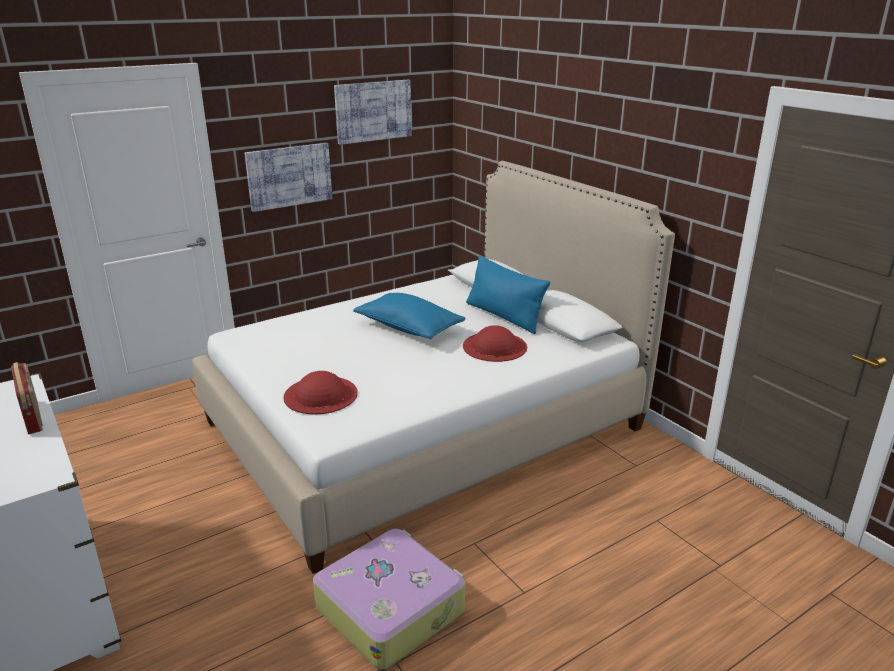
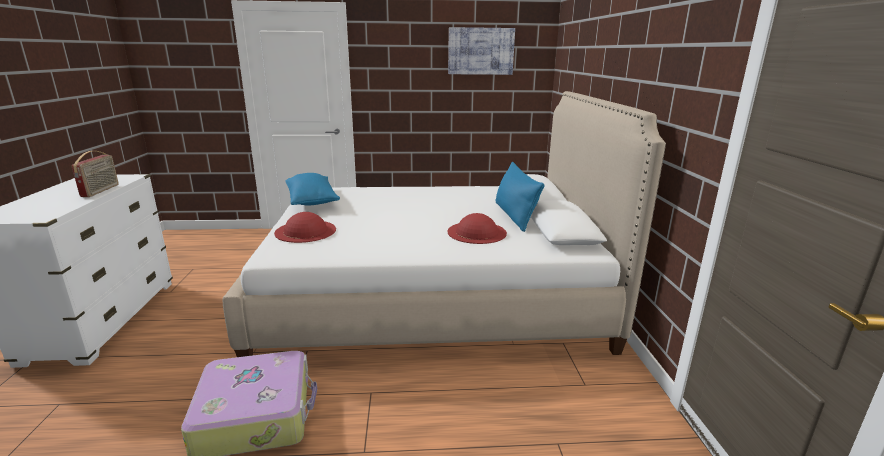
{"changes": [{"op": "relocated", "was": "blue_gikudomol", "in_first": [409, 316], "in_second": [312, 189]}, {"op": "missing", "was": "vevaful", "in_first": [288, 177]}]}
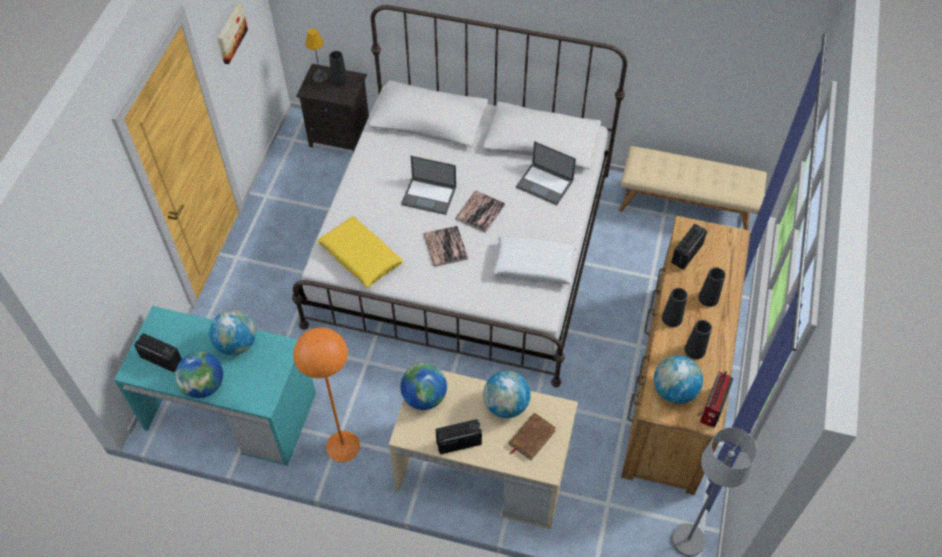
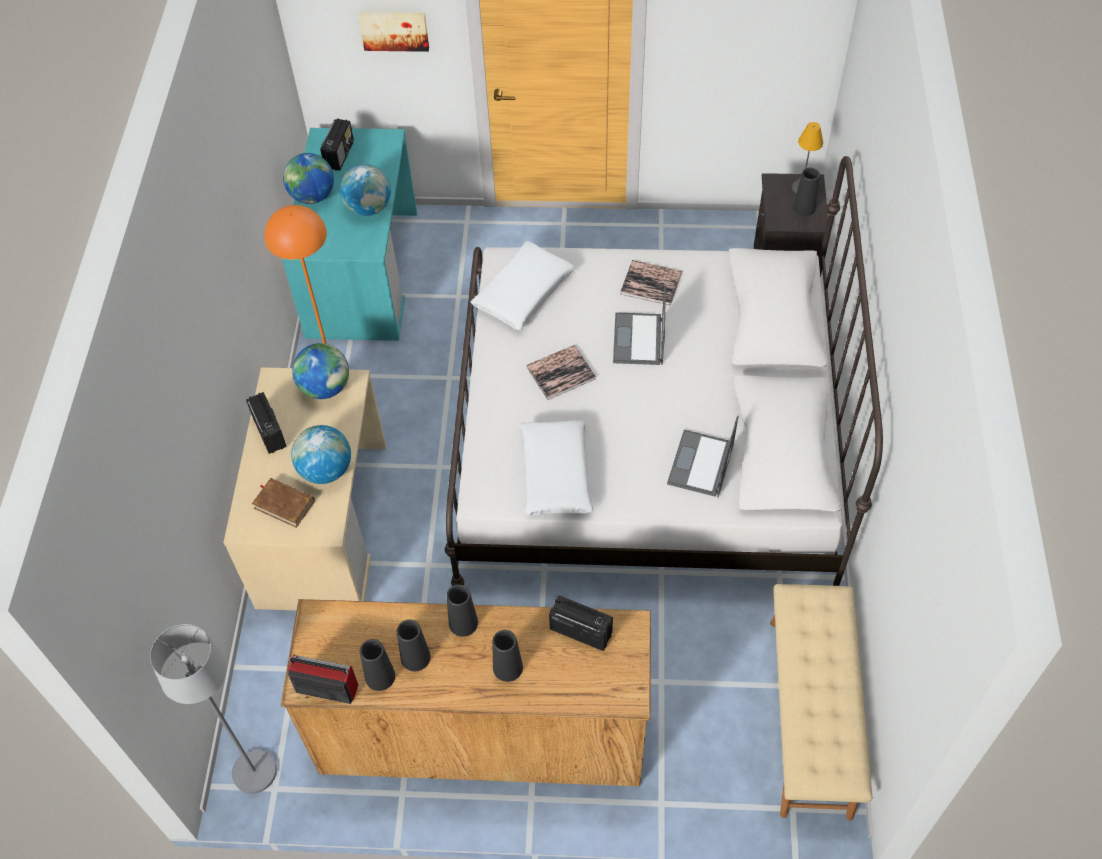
{"changes": [{"op": "relocated", "was": "vevaful", "in_first": [232, 33], "in_second": [393, 32]}, {"op": "appeared", "now": "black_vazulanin", "in_second": [377, 665]}, {"op": "colour", "was": "yellow_gikudomol", "now": "white_gikudomol", "in_first": [360, 251], "in_second": [522, 285]}, {"op": "relocated", "was": "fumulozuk", "in_first": [480, 211], "in_second": [651, 283]}, {"op": "missing", "was": "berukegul", "in_first": [678, 379]}]}
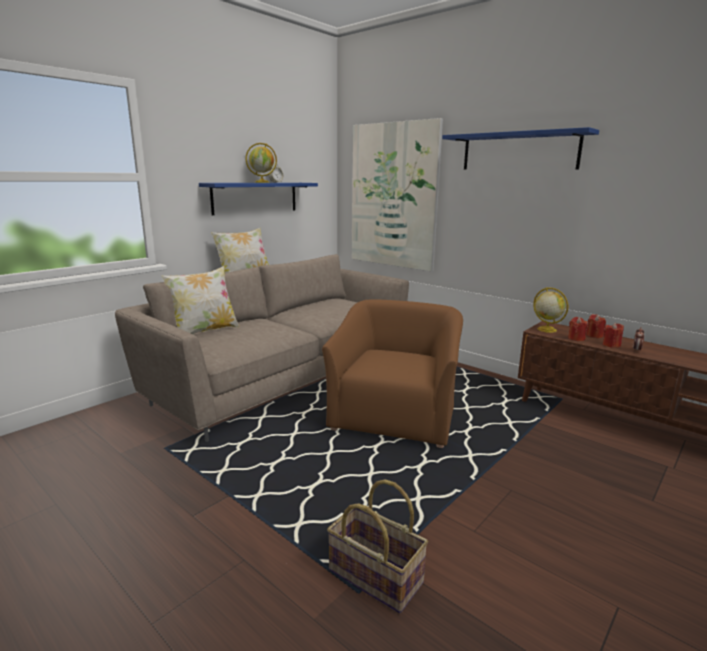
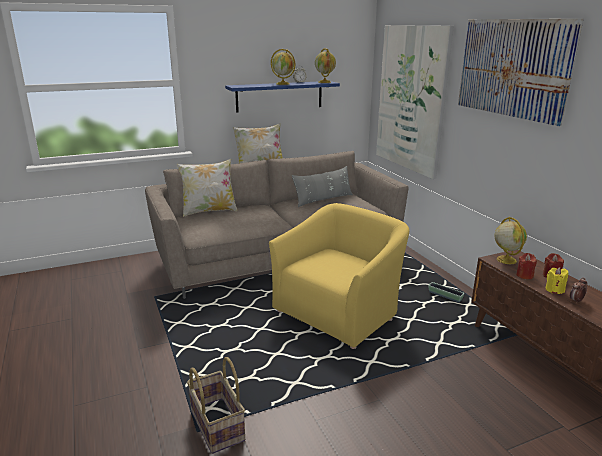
{"changes": [{"op": "colour", "was": "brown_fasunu", "now": "yellow_fasunu", "in_first": [392, 373], "in_second": [339, 276]}, {"op": "appeared", "now": "grey_gikudomol", "in_second": [322, 186]}, {"op": "appeared", "now": "berukegul", "in_second": [325, 65]}, {"op": "appeared", "now": "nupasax", "in_second": [446, 292]}, {"op": "exchanged", "was": "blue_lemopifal", "now": "vevaful", "in_first": [520, 148], "in_second": [521, 72]}, {"op": "colour", "was": "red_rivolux", "now": "yellow_rivolux", "in_first": [613, 335], "in_second": [556, 280]}]}
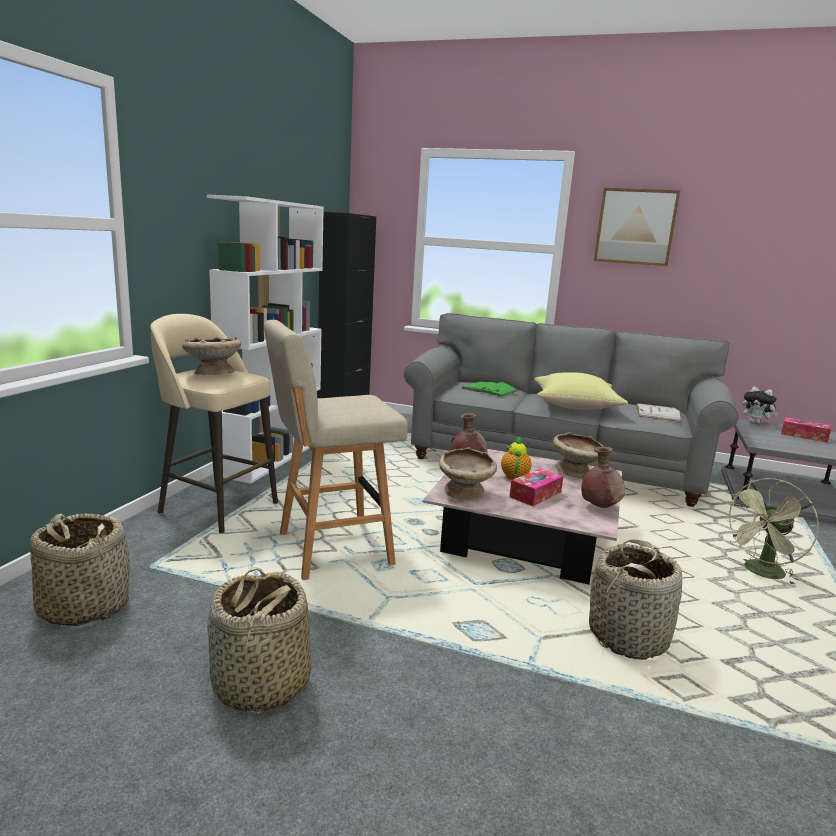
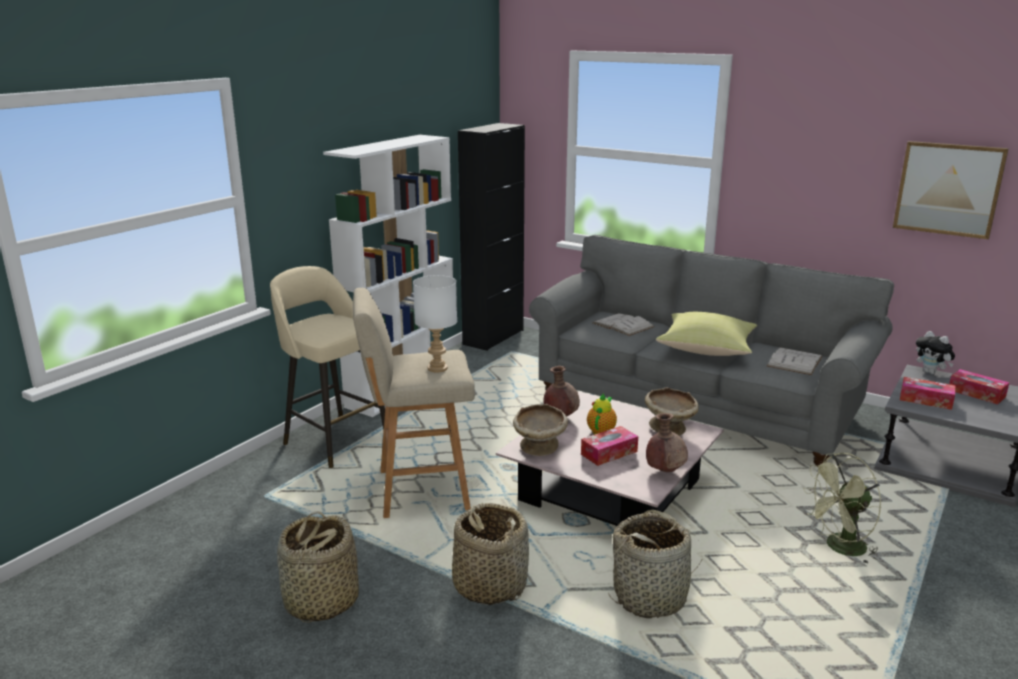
{"changes": [{"op": "appeared", "now": "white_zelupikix", "in_second": [435, 323]}, {"op": "relocated", "was": "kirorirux", "in_first": [80, 570], "in_second": [490, 554]}, {"op": "colour", "was": "green_fumulozuk", "now": "white_fumulozuk", "in_first": [489, 389], "in_second": [624, 324]}, {"op": "relocated", "was": "vevaful", "in_first": [637, 227], "in_second": [951, 190]}, {"op": "appeared", "now": "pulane", "in_second": [927, 393]}, {"op": "missing", "was": "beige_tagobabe", "in_first": [211, 356]}]}
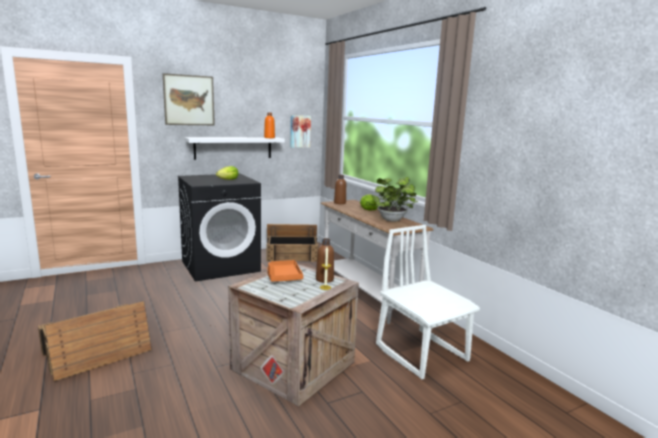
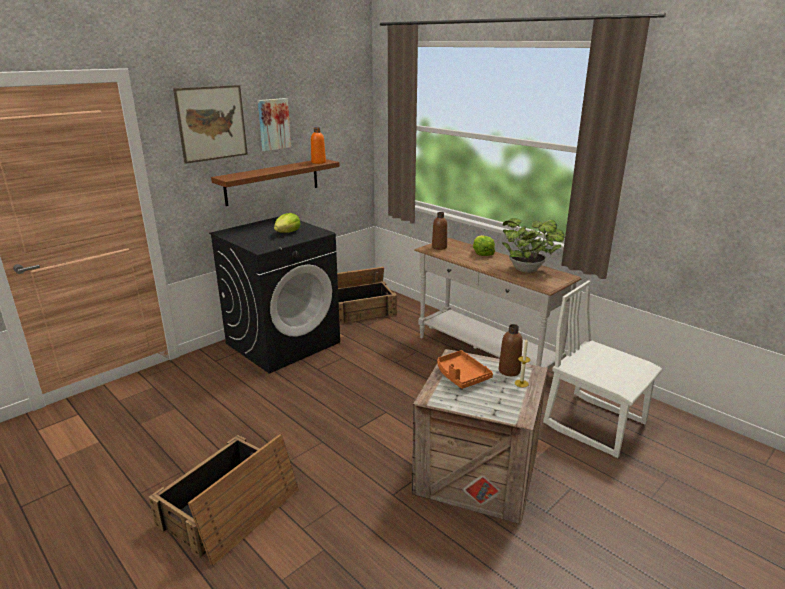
{"changes": [{"op": "colour", "was": "white_lemopifal", "now": "brown_lemopifal", "in_first": [235, 148], "in_second": [275, 182]}, {"op": "relocated", "was": "vevaful", "in_first": [300, 131], "in_second": [274, 124]}]}
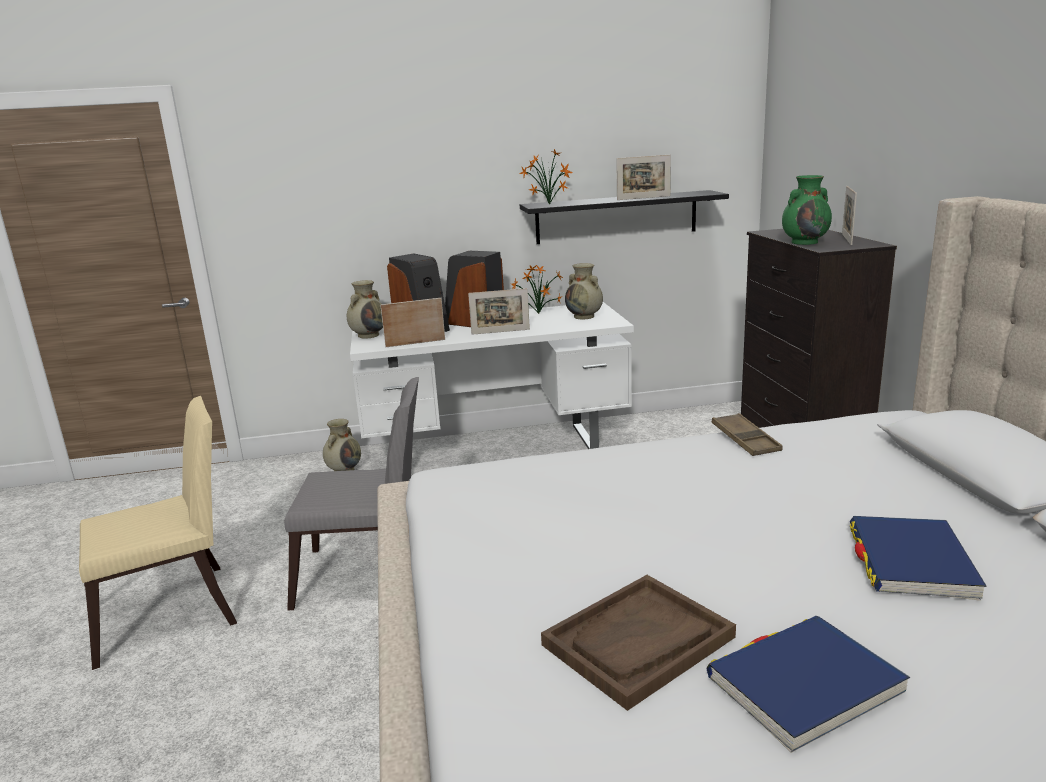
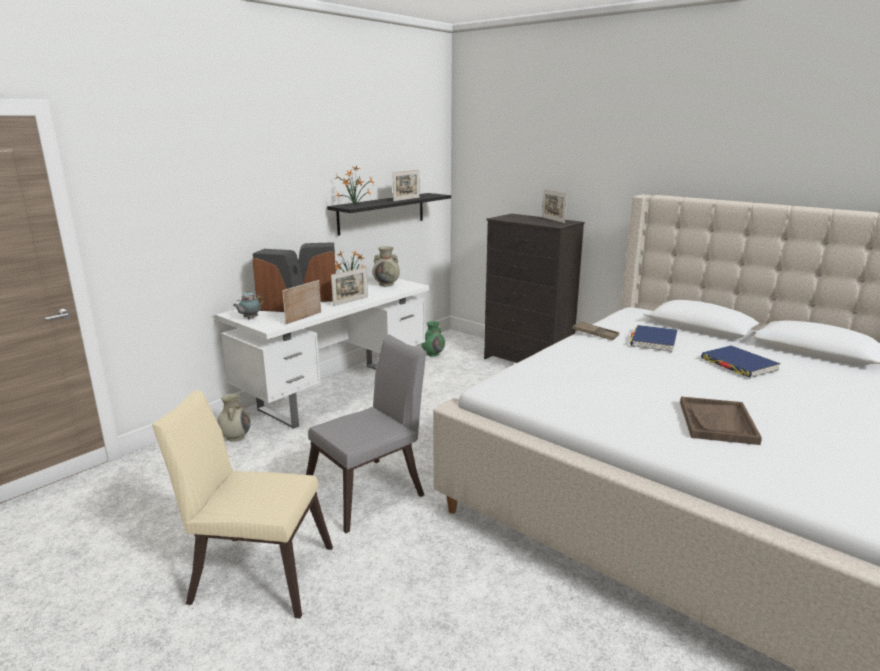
{"changes": [{"op": "spun", "was": "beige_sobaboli", "in_first": [158, 533], "in_second": [242, 504], "clockwise": -105}, {"op": "exchanged", "was": "beige_vazulanin", "now": "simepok", "in_first": [365, 309], "in_second": [248, 304]}, {"op": "relocated", "was": "green_vazulanin", "in_first": [807, 210], "in_second": [433, 339]}, {"op": "relocated", "was": "blue_fumulozuk", "in_first": [808, 684], "in_second": [653, 338]}]}
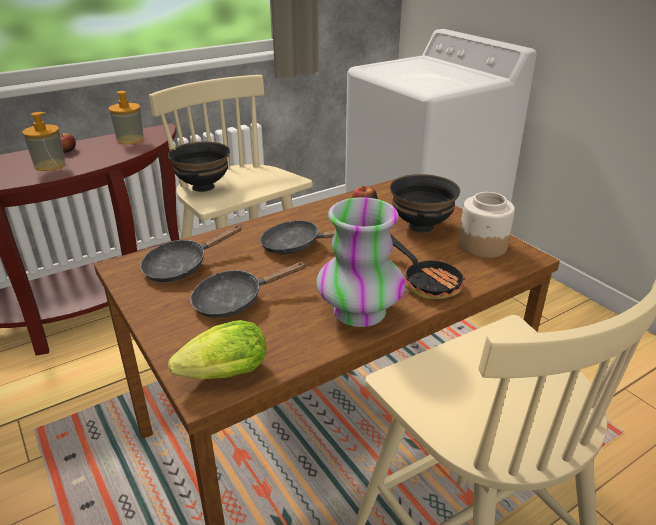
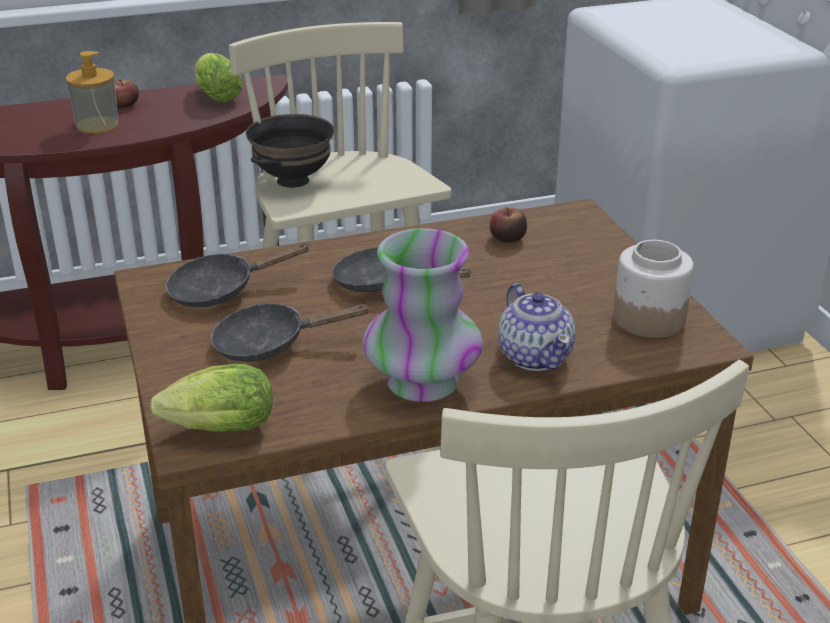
{"changes": [{"op": "exchanged", "was": "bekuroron", "now": "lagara", "in_first": [126, 117], "in_second": [218, 77]}, {"op": "exchanged", "was": "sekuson", "now": "simepok", "in_first": [428, 266], "in_second": [536, 327]}, {"op": "missing", "was": "black_tagobabe", "in_first": [425, 203]}]}
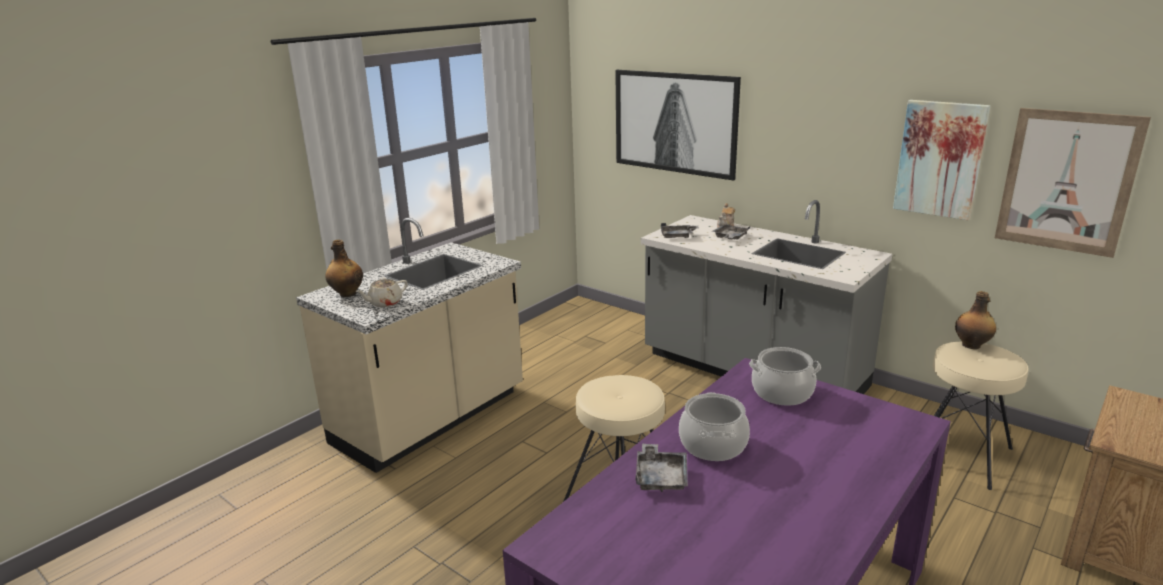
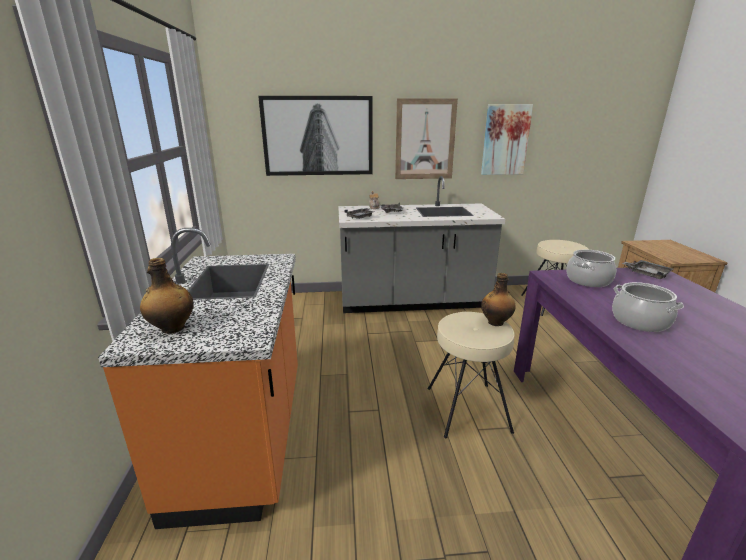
{"changes": [{"op": "colour", "was": "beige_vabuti", "now": "orange_vabuti", "in_first": [409, 345], "in_second": [198, 378]}, {"op": "relocated", "was": "vevaful", "in_first": [1073, 183], "in_second": [426, 138]}, {"op": "relocated", "was": "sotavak", "in_first": [975, 320], "in_second": [498, 299]}, {"op": "relocated", "was": "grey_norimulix", "in_first": [661, 467], "in_second": [647, 269]}, {"op": "missing", "was": "beige_simepok", "in_first": [382, 292]}]}
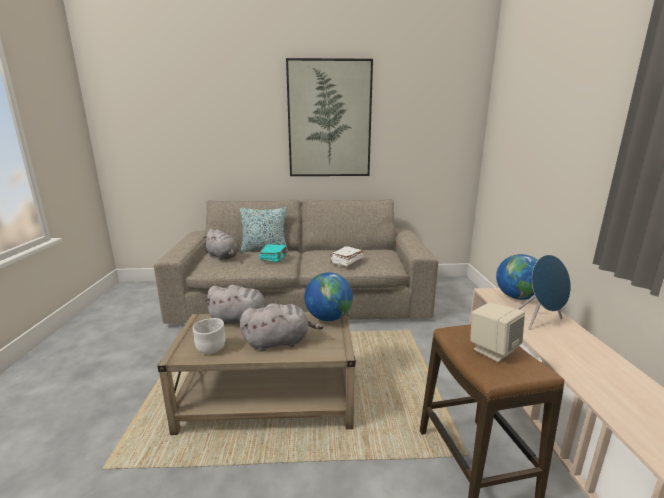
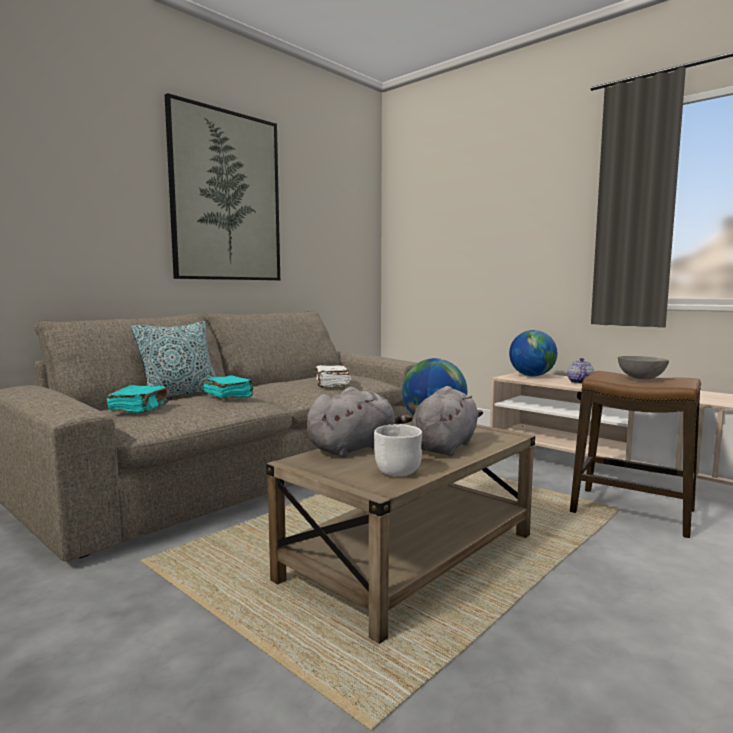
{"changes": [{"op": "exchanged", "was": "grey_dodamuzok", "now": "turquoise_fumulozuk", "in_first": [221, 244], "in_second": [137, 399]}, {"op": "exchanged", "was": "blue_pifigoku", "now": "simepok", "in_first": [544, 292], "in_second": [581, 371]}, {"op": "exchanged", "was": "beige_pifigoku", "now": "grey_tagobabe", "in_first": [497, 332], "in_second": [643, 367]}]}
